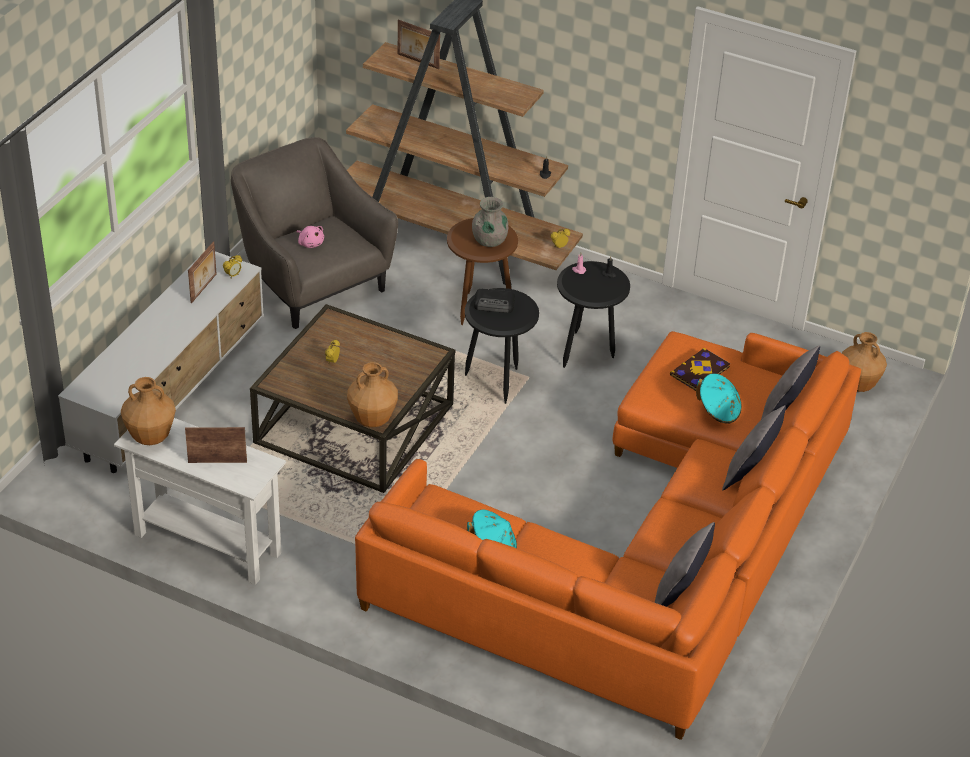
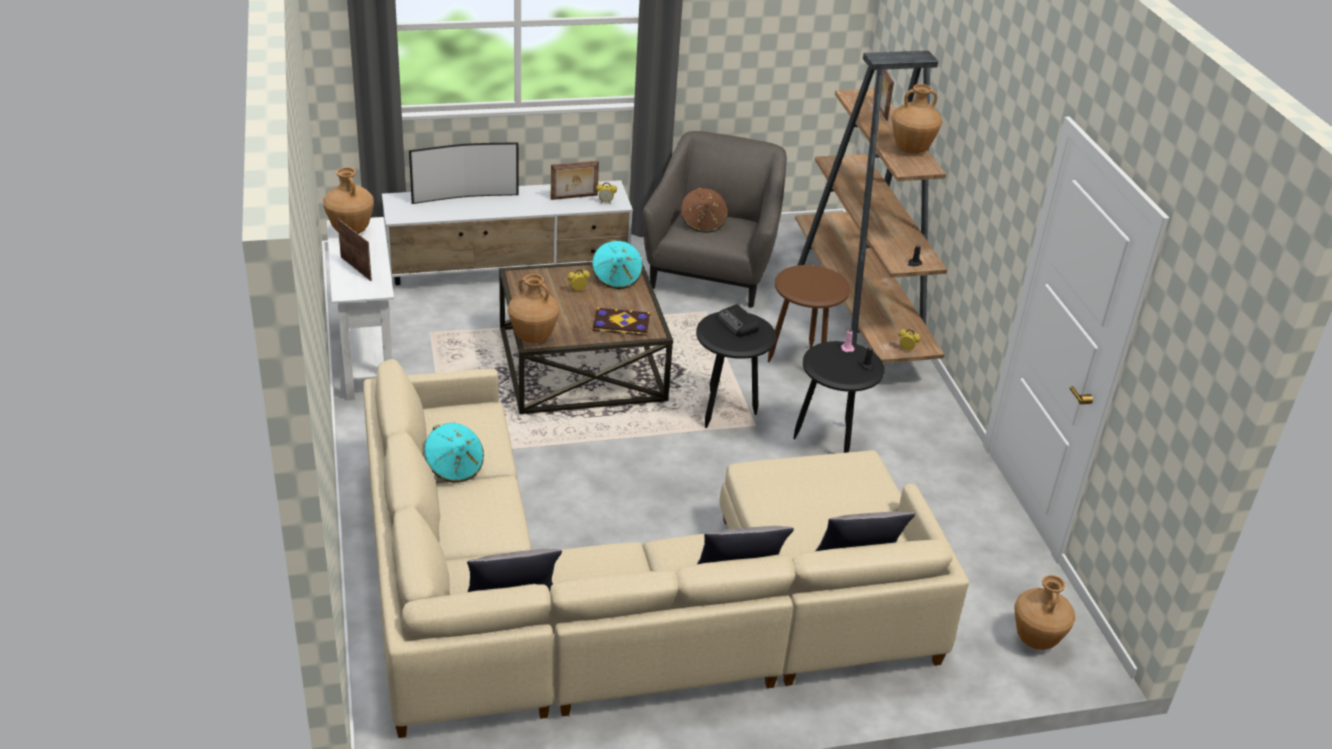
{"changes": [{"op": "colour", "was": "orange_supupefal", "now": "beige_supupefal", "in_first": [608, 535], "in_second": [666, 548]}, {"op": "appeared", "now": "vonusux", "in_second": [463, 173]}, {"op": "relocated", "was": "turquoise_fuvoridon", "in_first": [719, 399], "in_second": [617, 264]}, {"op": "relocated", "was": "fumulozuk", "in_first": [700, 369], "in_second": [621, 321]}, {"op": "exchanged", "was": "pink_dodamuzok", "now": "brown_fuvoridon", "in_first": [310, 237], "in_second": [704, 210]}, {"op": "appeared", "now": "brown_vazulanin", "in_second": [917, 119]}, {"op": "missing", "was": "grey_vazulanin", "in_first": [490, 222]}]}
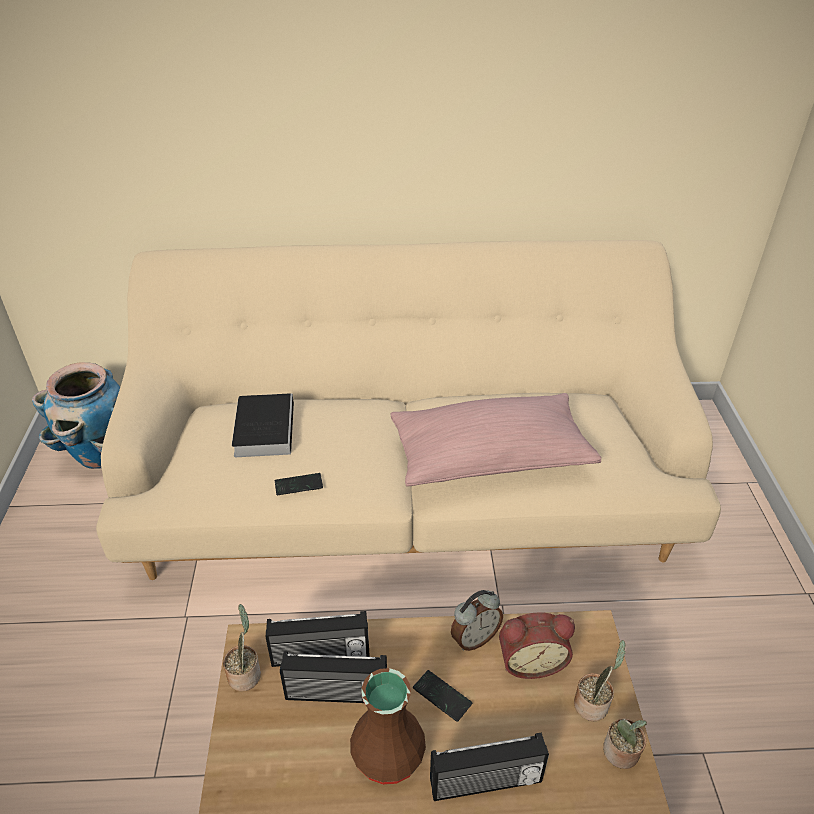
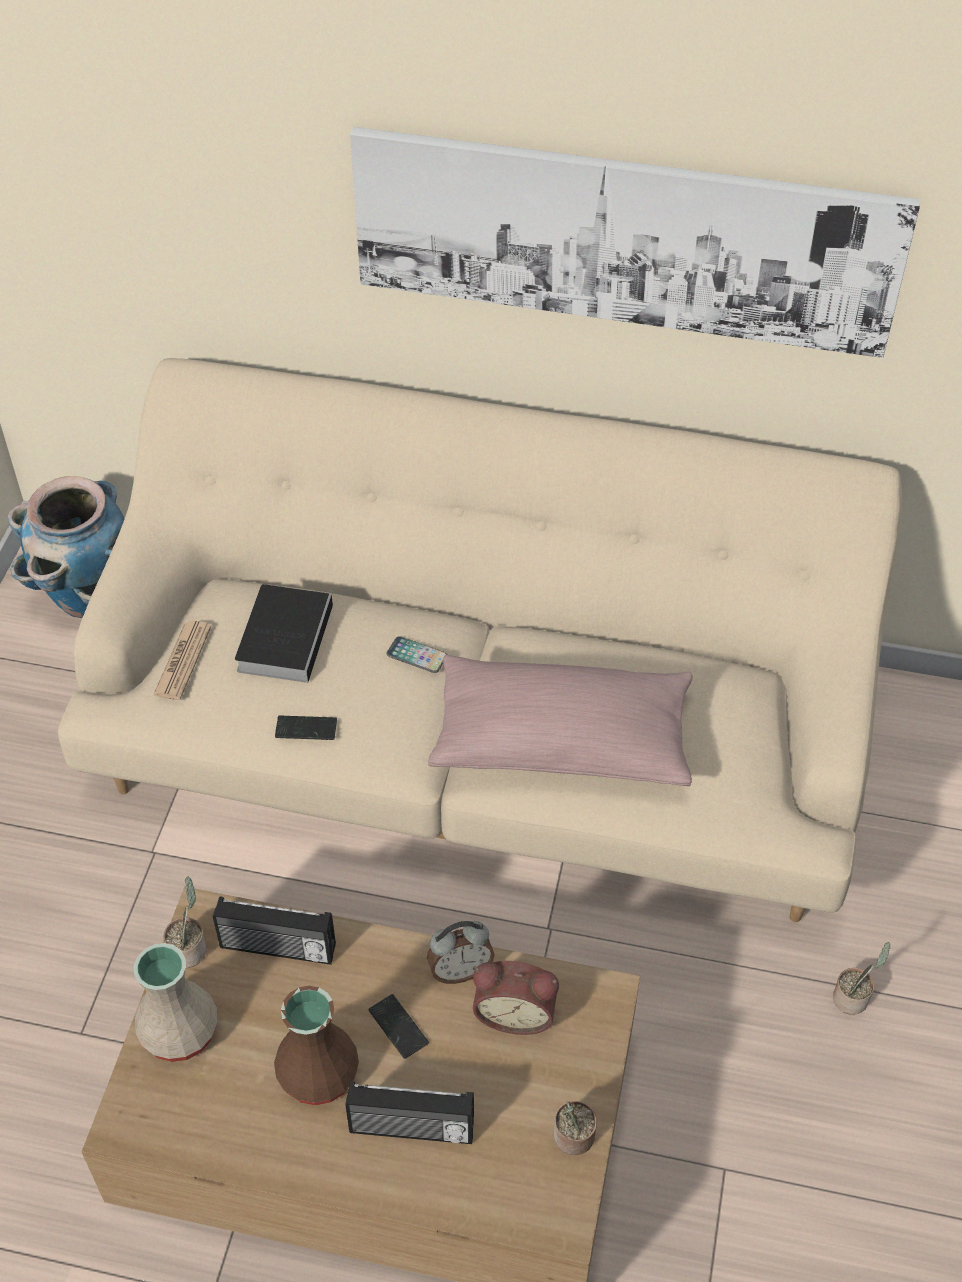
{"changes": [{"op": "appeared", "now": "beige_vazulanin", "in_second": [176, 1002]}, {"op": "appeared", "now": "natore", "in_second": [182, 660]}, {"op": "appeared", "now": "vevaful", "in_second": [635, 242]}, {"op": "appeared", "now": "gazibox", "in_second": [416, 654]}, {"op": "relocated", "was": "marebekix", "in_first": [600, 680], "in_second": [861, 978]}, {"op": "missing", "was": "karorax", "in_first": [333, 677]}]}
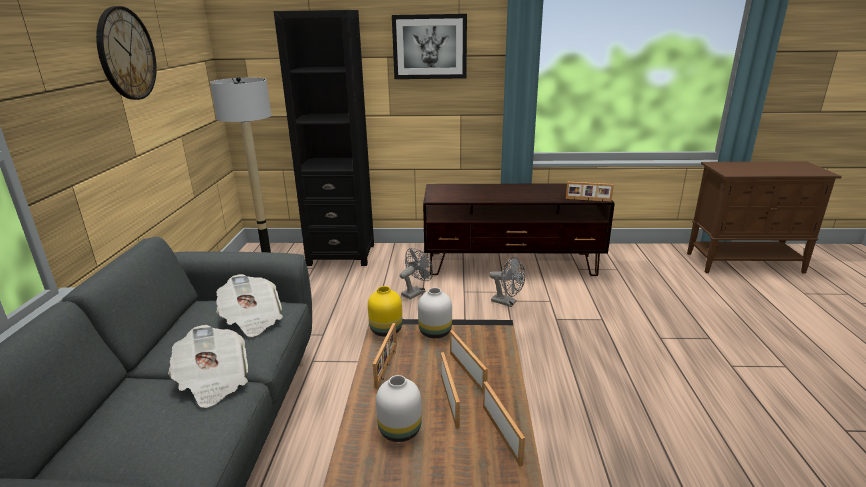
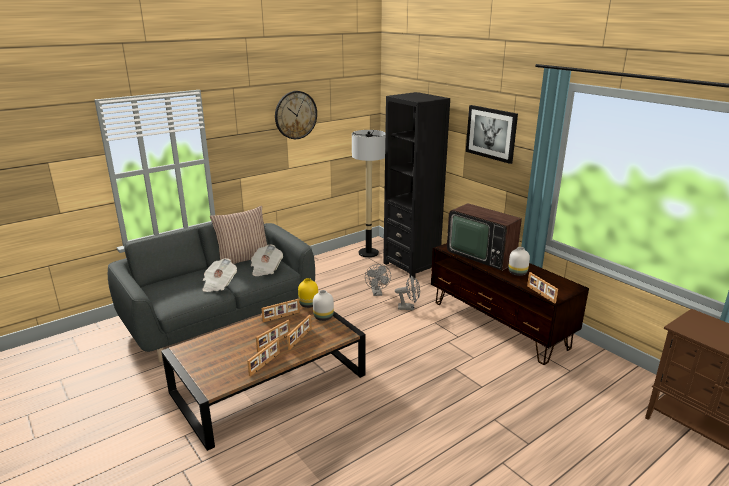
{"changes": [{"op": "appeared", "now": "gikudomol", "in_second": [238, 235]}, {"op": "relocated", "was": "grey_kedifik", "in_first": [507, 282], "in_second": [378, 280]}, {"op": "appeared", "now": "vonusux", "in_second": [484, 237]}, {"op": "relocated", "was": "white_vazulanin", "in_first": [399, 408], "in_second": [519, 261]}]}
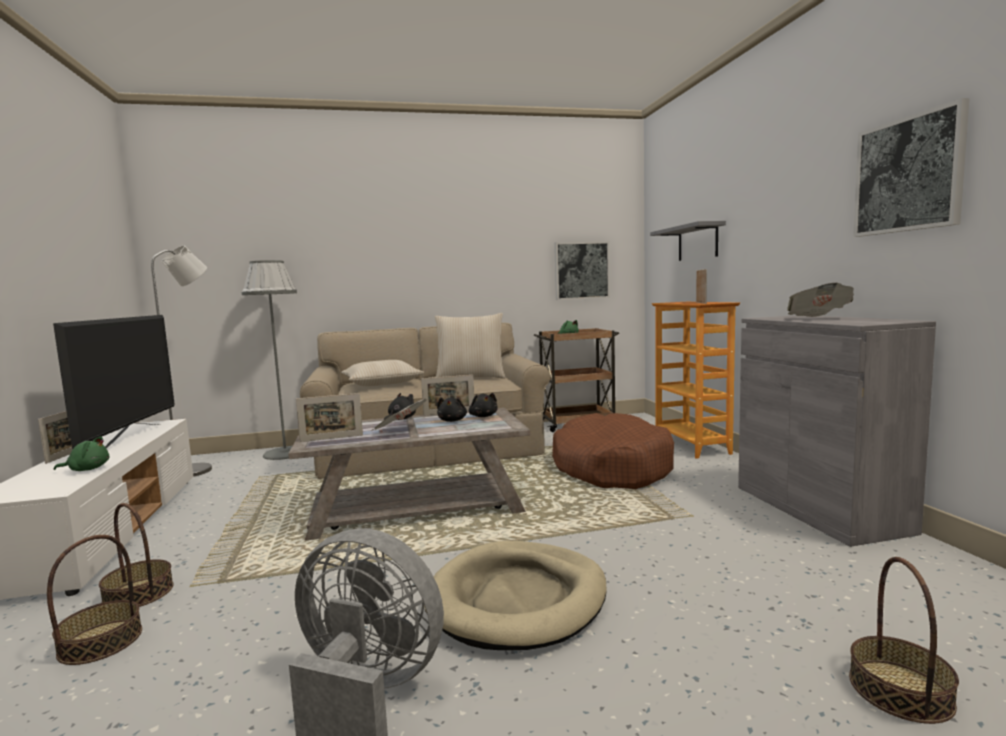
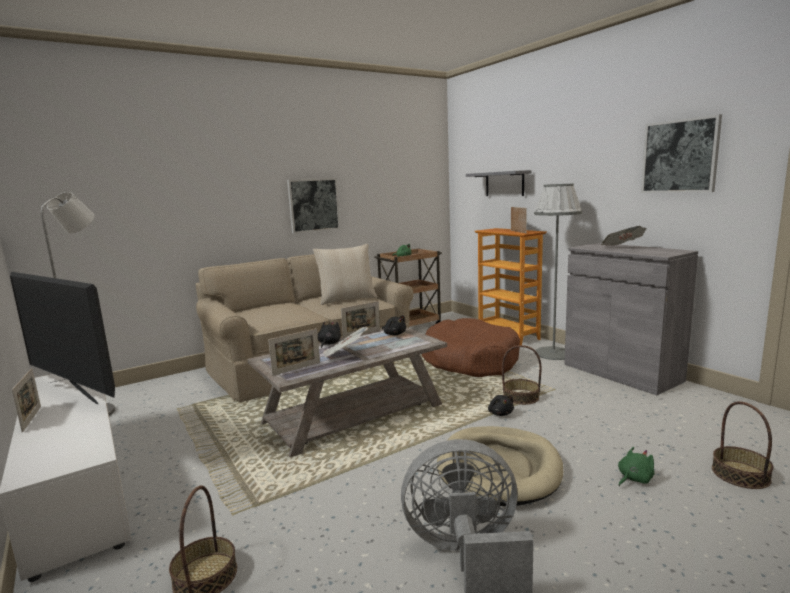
{"changes": [{"op": "spun", "was": "vonusux", "in_first": [114, 382], "in_second": [62, 338], "clockwise": 150}, {"op": "relocated", "was": "vevaful", "in_first": [582, 270], "in_second": [313, 206]}, {"op": "relocated", "was": "black_dodamuzok", "in_first": [452, 409], "in_second": [501, 405]}, {"op": "relocated", "was": "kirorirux", "in_first": [136, 555], "in_second": [521, 375]}, {"op": "relocated", "was": "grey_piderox", "in_first": [269, 360], "in_second": [558, 272]}, {"op": "relocated", "was": "green_dodamuzok", "in_first": [81, 453], "in_second": [636, 466]}, {"op": "missing", "was": "beige_gikudomol", "in_first": [382, 373]}]}
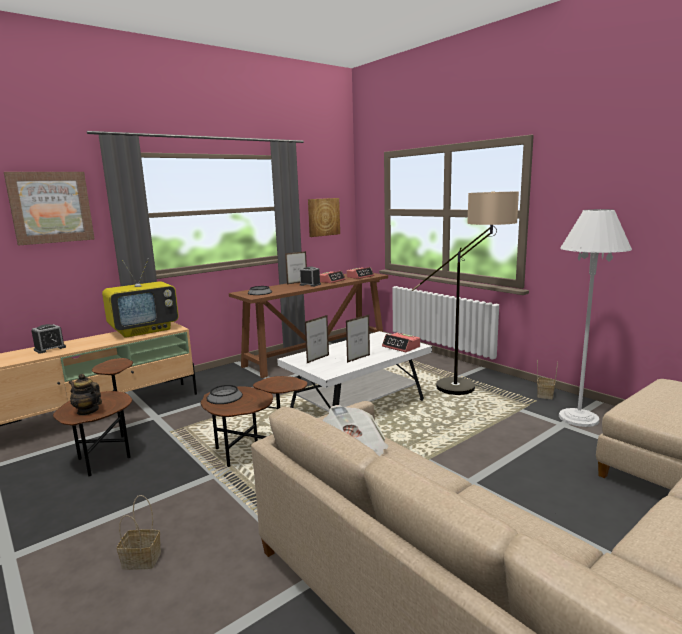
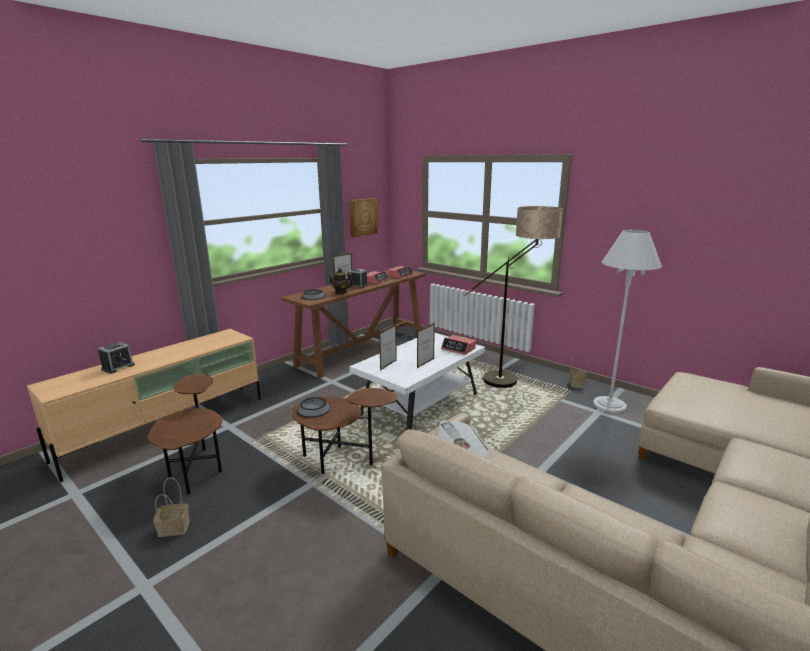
{"changes": [{"op": "relocated", "was": "kirorirux", "in_first": [139, 532], "in_second": [171, 507]}, {"op": "relocated", "was": "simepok", "in_first": [85, 395], "in_second": [341, 281]}, {"op": "missing", "was": "vevaful", "in_first": [49, 209]}, {"op": "missing", "was": "vonusux", "in_first": [140, 298]}]}
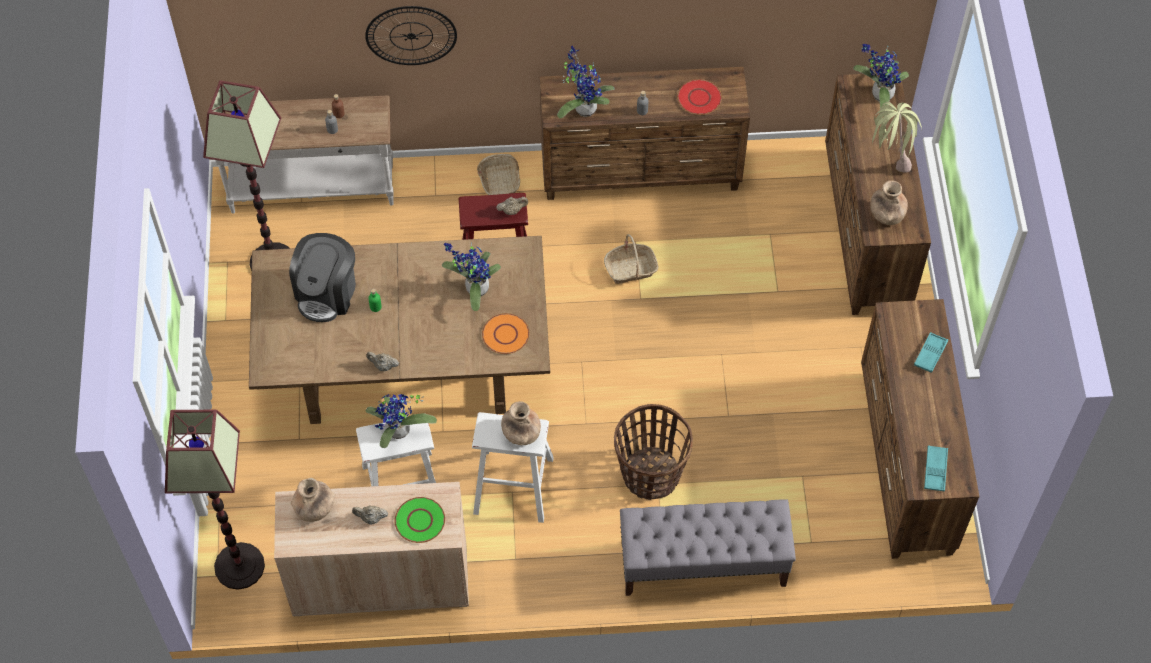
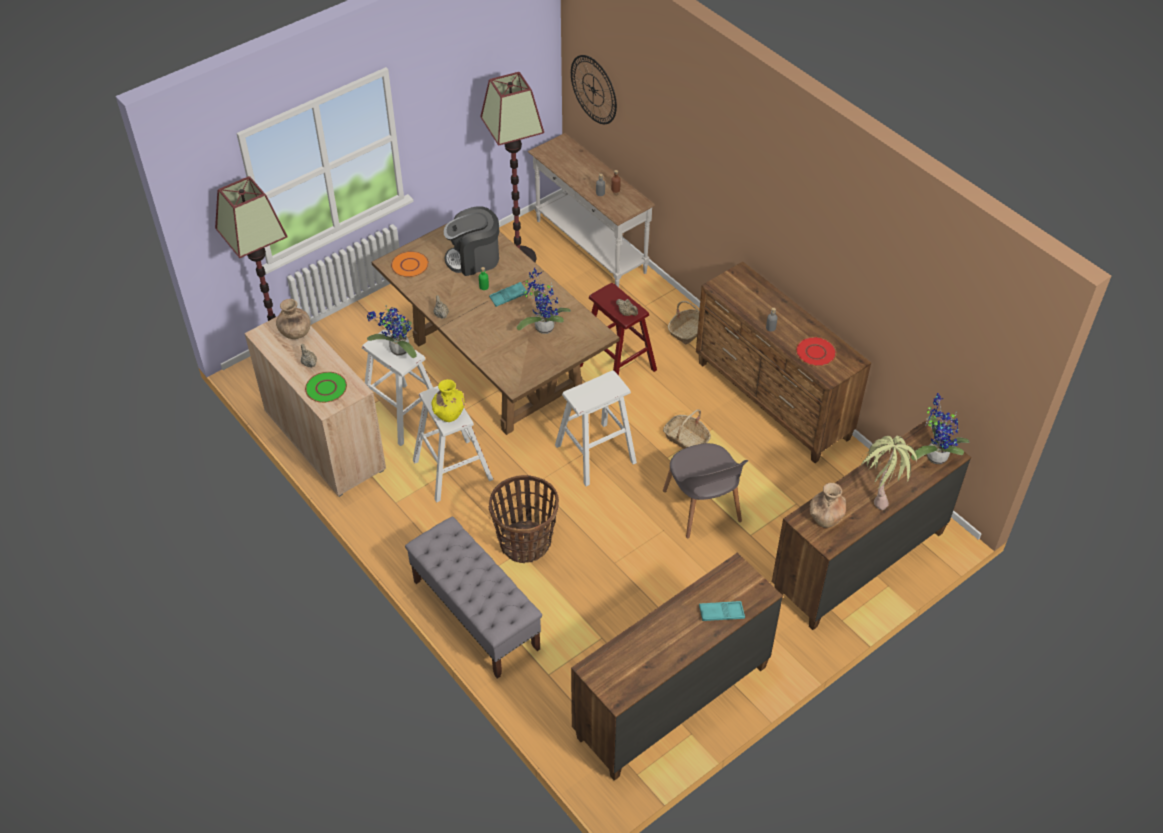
{"changes": [{"op": "relocated", "was": "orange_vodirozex", "in_first": [505, 333], "in_second": [410, 264]}, {"op": "colour", "was": "brown_vazulanin", "now": "yellow_vazulanin", "in_first": [521, 423], "in_second": [448, 400]}, {"op": "relocated", "was": "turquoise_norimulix", "in_first": [936, 468], "in_second": [508, 294]}, {"op": "appeared", "now": "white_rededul", "in_second": [596, 428]}, {"op": "relocated", "was": "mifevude", "in_first": [411, 35], "in_second": [594, 89]}, {"op": "appeared", "now": "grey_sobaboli", "in_second": [705, 490]}, {"op": "missing", "was": "marebekix", "in_first": [586, 82]}]}
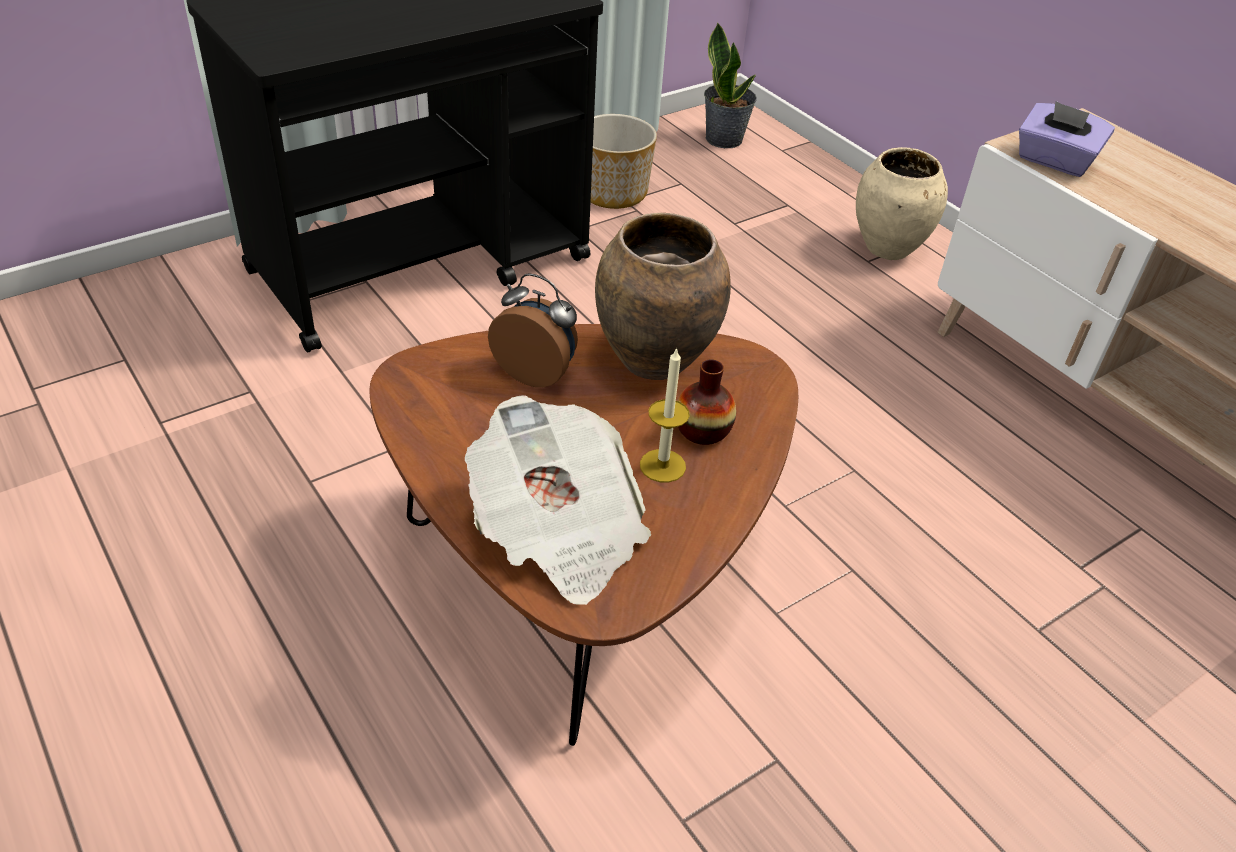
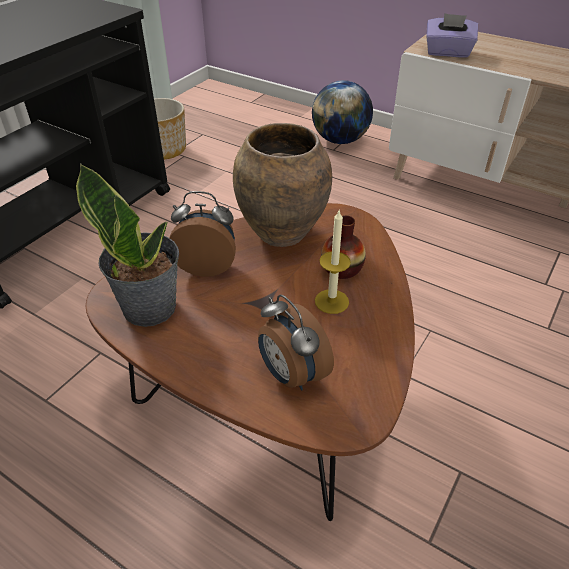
{"changes": [{"op": "relocated", "was": "marebekix", "in_first": [730, 85], "in_second": [127, 245]}, {"op": "exchanged", "was": "natore", "now": "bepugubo", "in_first": [558, 500], "in_second": [296, 342]}, {"op": "exchanged", "was": "beige_vazulanin", "now": "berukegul", "in_first": [902, 203], "in_second": [342, 112]}]}
